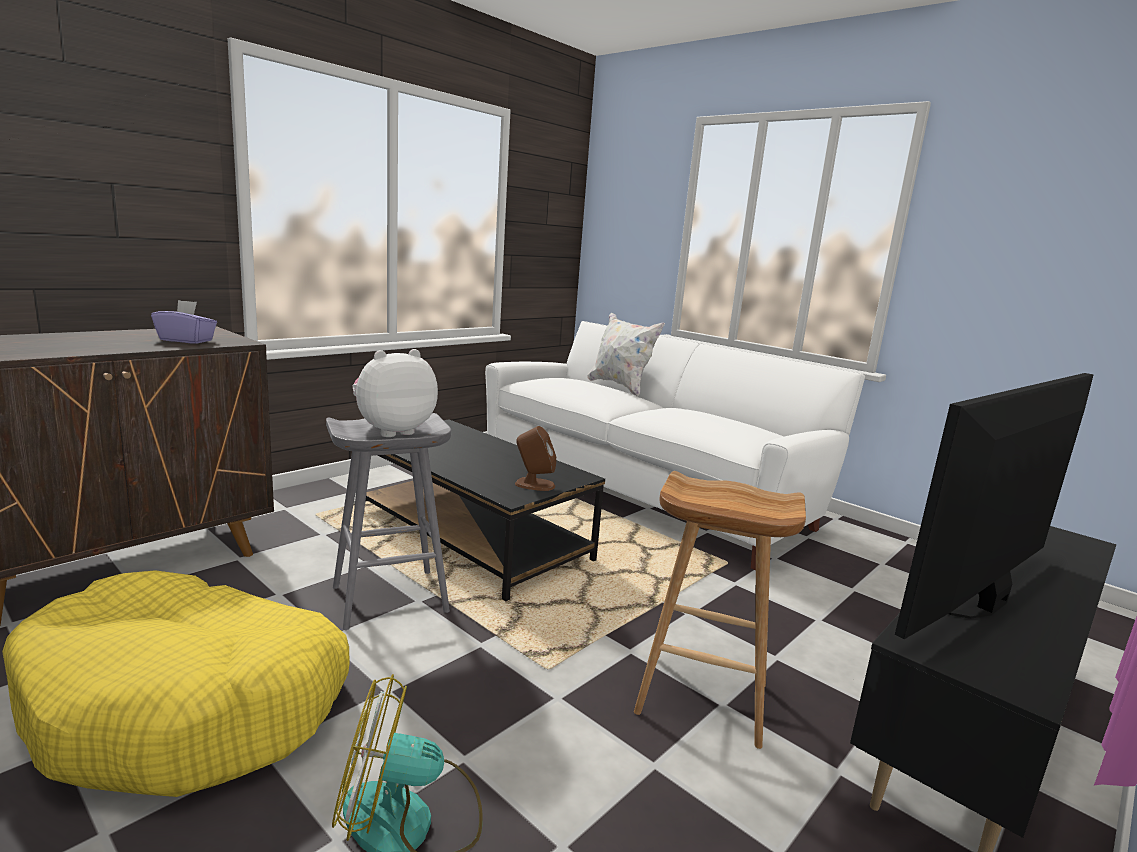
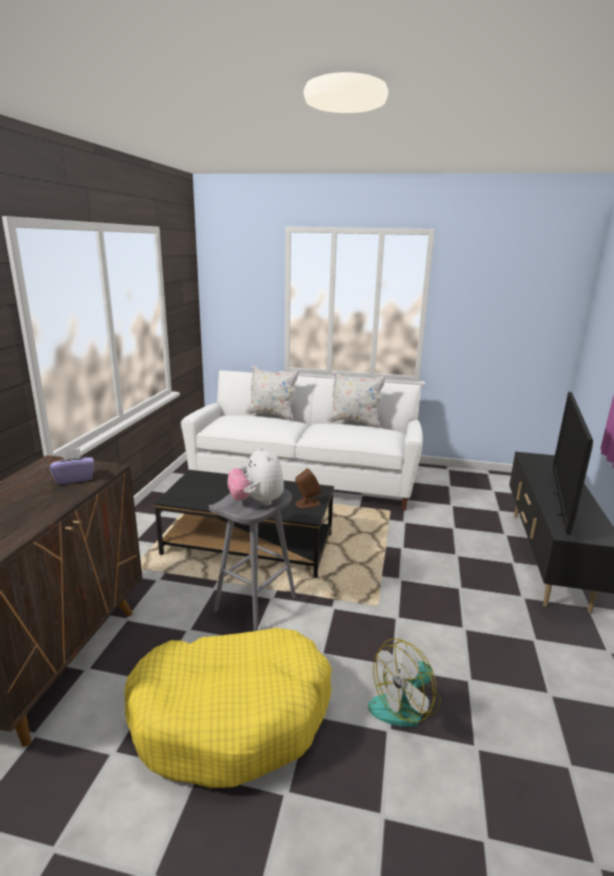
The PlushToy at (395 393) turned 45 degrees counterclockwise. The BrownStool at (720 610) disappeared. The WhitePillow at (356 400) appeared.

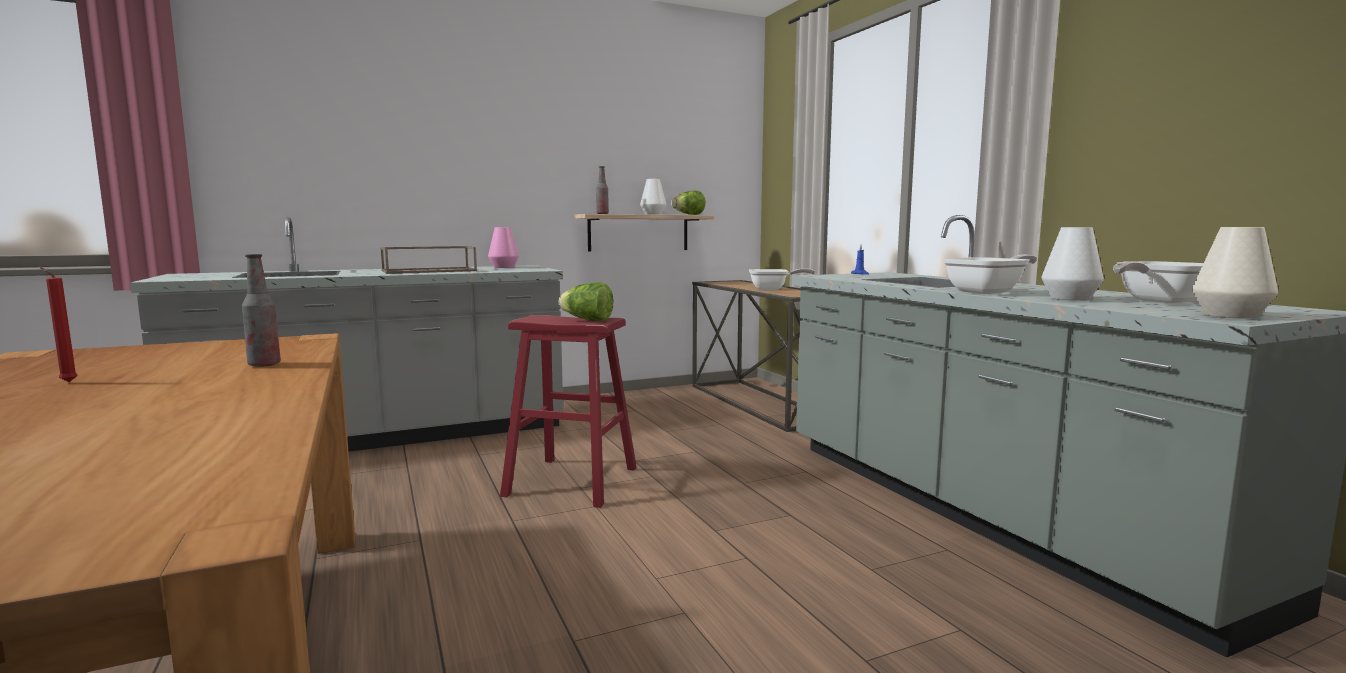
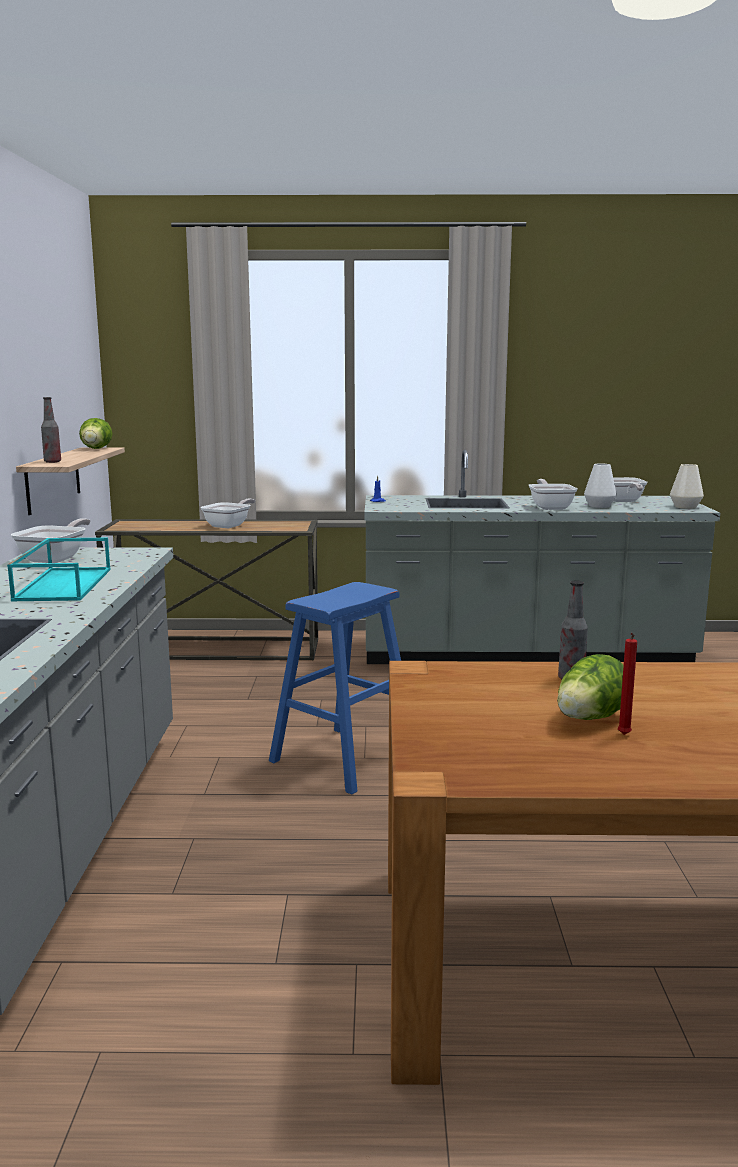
The BrownTray at (428 260) became the TurquoiseTray at (59 570). The PinkVase at (503 247) was replaced by the FryingPan at (51 540). The RedStool at (568 411) became the BlueStool at (335 688). The Lettuce moved from (586 301) to (590 687). The WhiteVase at (653 197) disappeared.

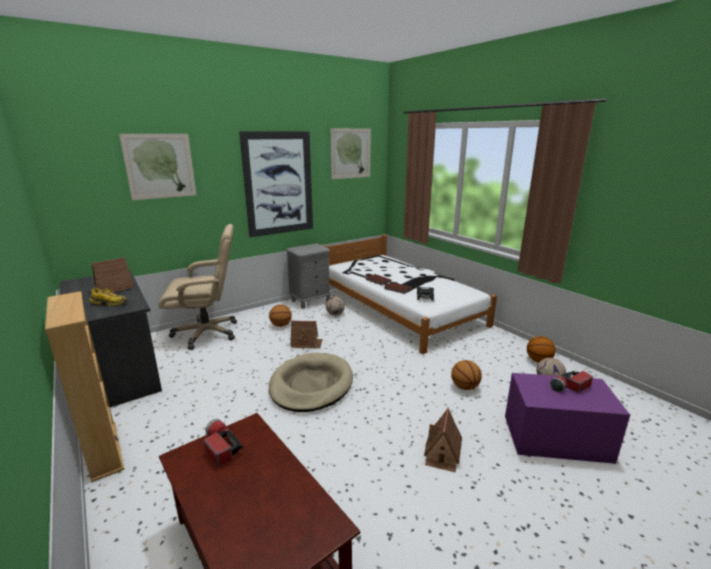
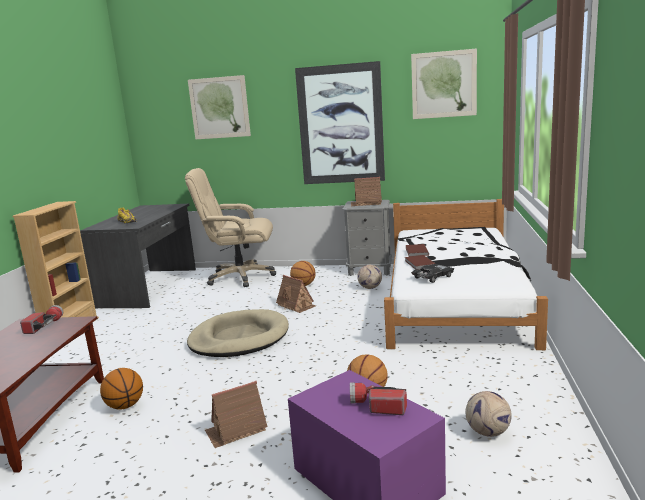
The ToyHouse moved from (112 274) to (366 191). The BeigeOfficeChair at (197 287) turned 150 degrees clockwise. The Basketball moved from (541 349) to (121 388).

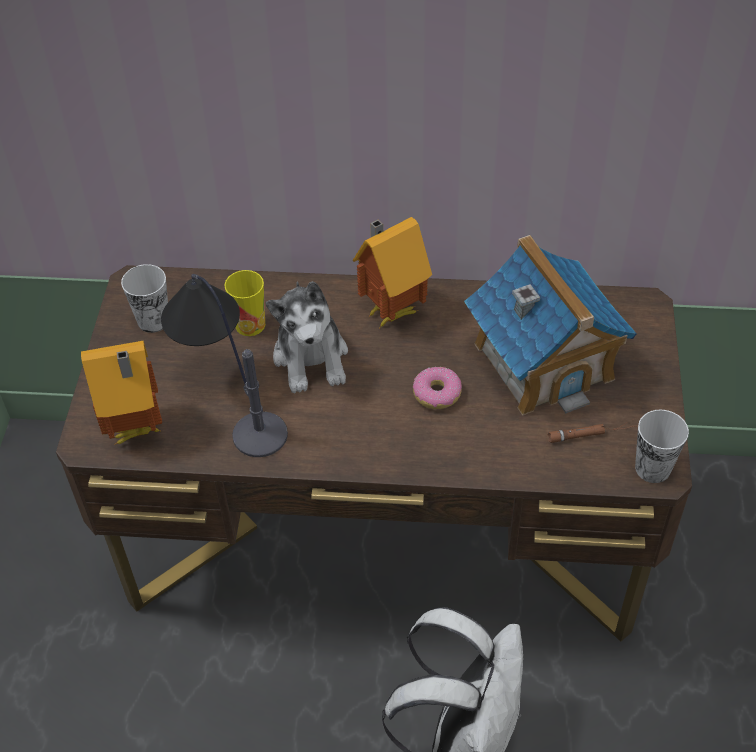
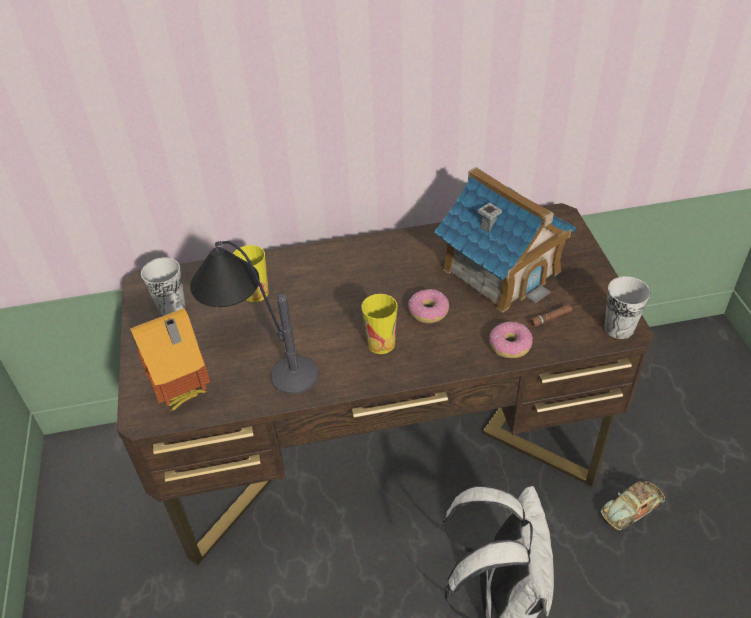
The PlushToy at (307 337) disappeared. The ToyHouse at (392 272) disappeared. The Cup at (380 324) appeared. The Donut at (511 340) appeared. The ToyCar at (633 505) appeared.

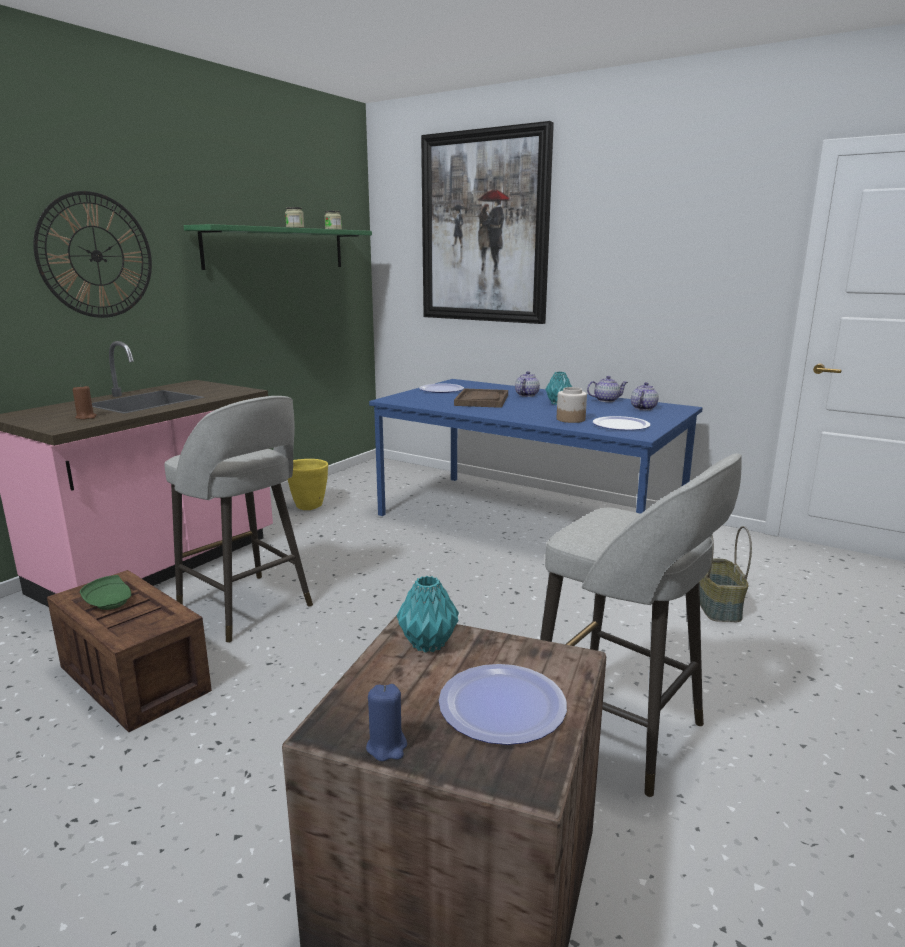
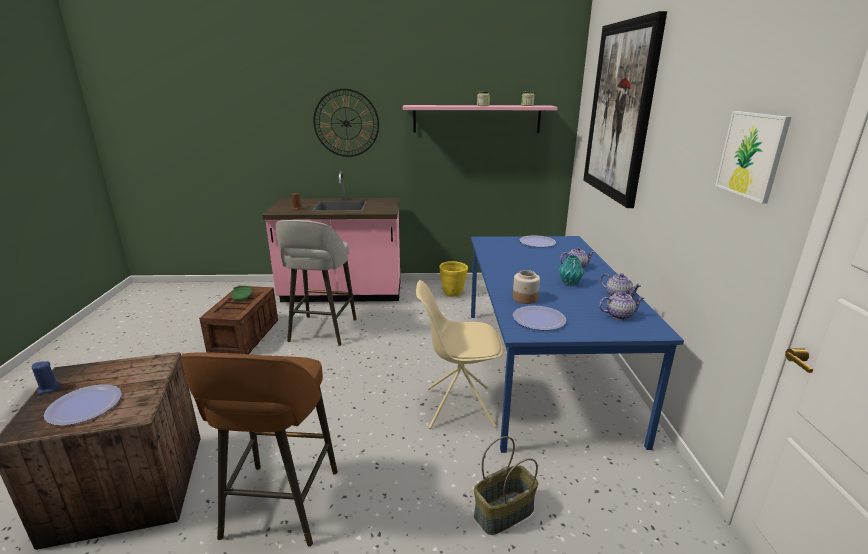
The GreenShelf at (278 247) became the PinkShelf at (480 119). The TurquoiseVase at (427 614) disappeared. The BrownTray at (481 398) disappeared. The GreyStool at (641 625) became the BrownStool at (259 449). The BeigeChair at (460 354) appeared. The Picture at (753 157) appeared.

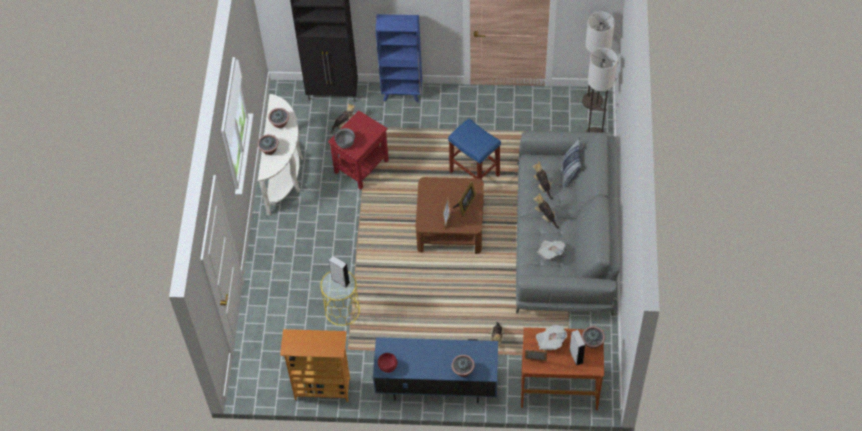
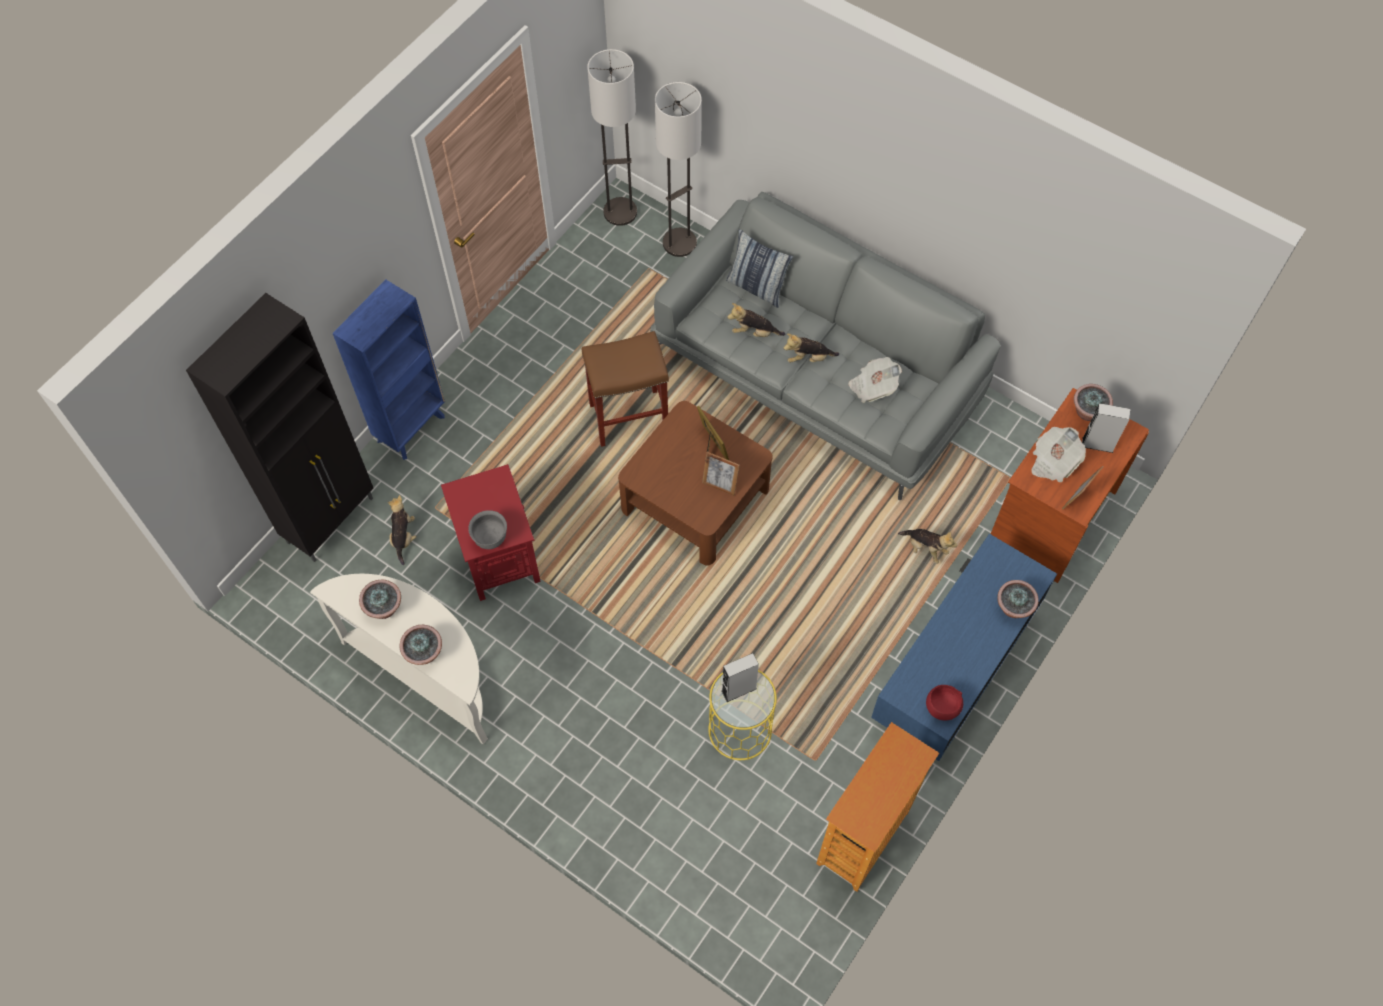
The BlueStool at (474 148) became the BrownStool at (625 389).

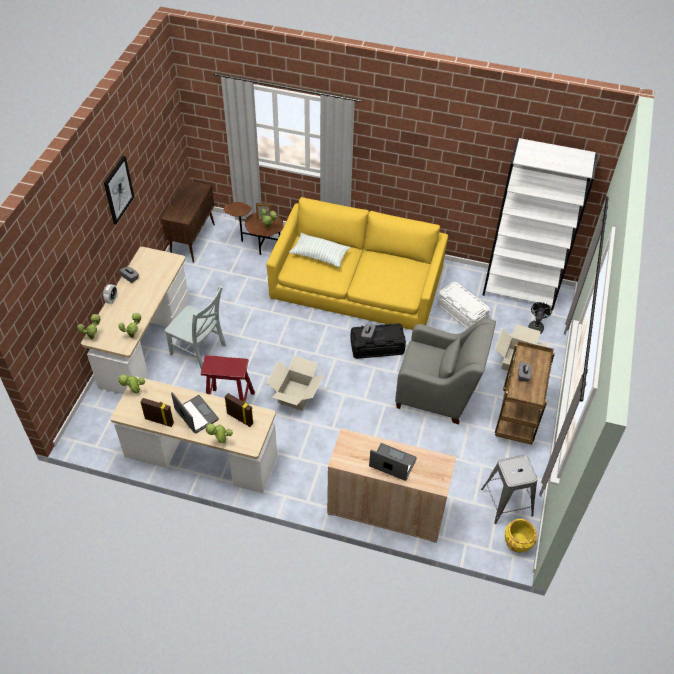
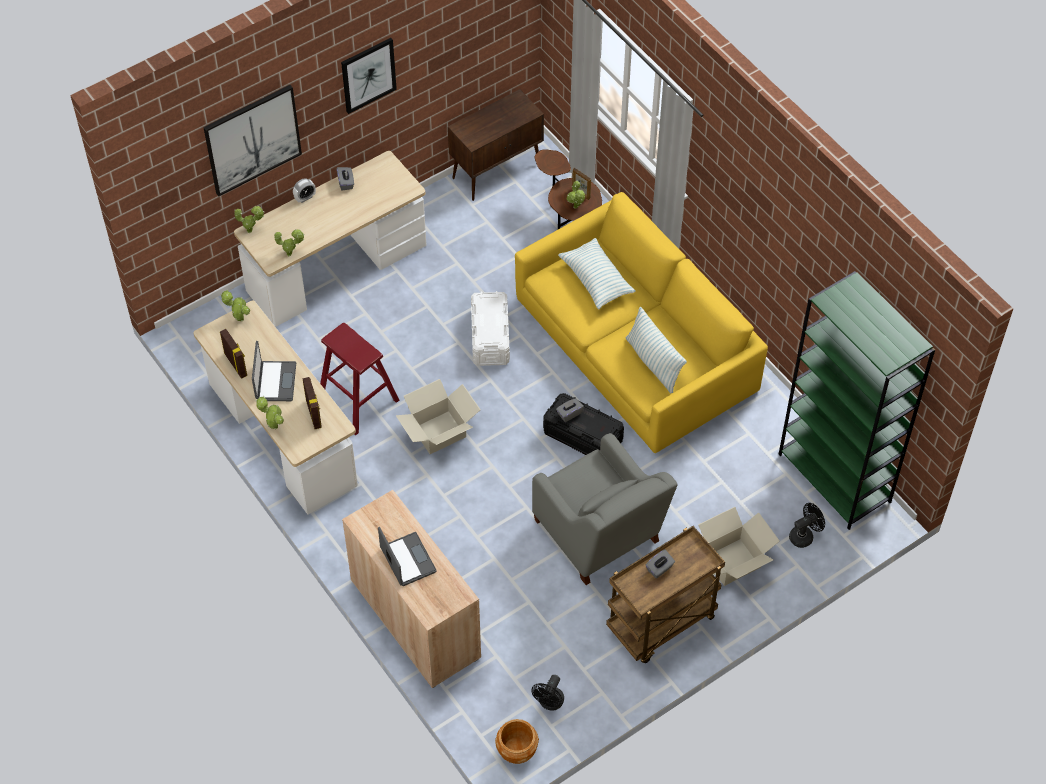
The GreyChair at (195 327) disappeared. The WhiteStorageBox moved from (464 305) to (490 328). The GreyStool at (509 489) was replaced by the BlackFan at (547 693). The WhiteBookcase at (540 224) became the GreenBookcase at (857 400). The YellowPlanter at (521 536) became the BrownPlanter at (517 741). The Picture at (252 140) appeared. The Pillow at (656 350) appeared.

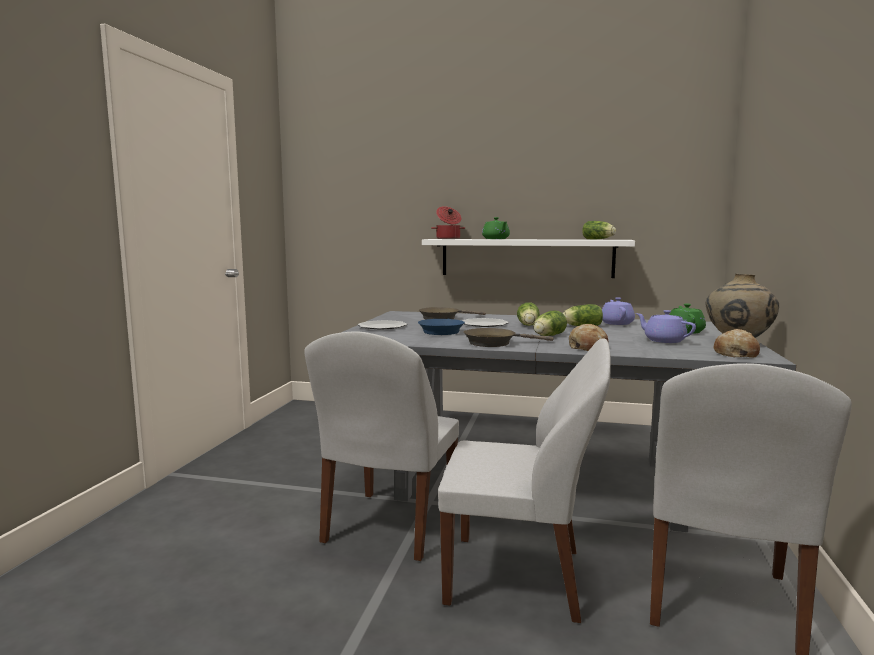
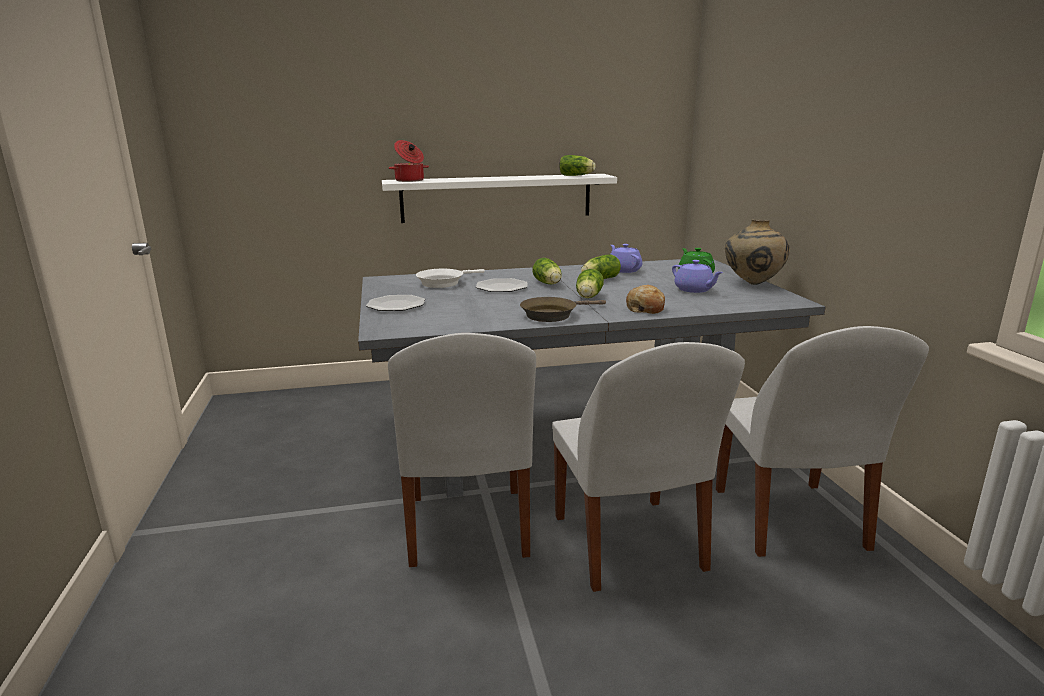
The BlueFryingPan at (441 327) disappeared. The BrownFryingPan at (452 313) became the WhiteFryingPan at (450 278). The WhiteChair at (524 480) turned 90 degrees clockwise. The GreenTeapot at (496 228) disappeared. The PurpleTeapot at (666 326) turned 150 degrees counterclockwise. The Bread at (736 343) disappeared.

